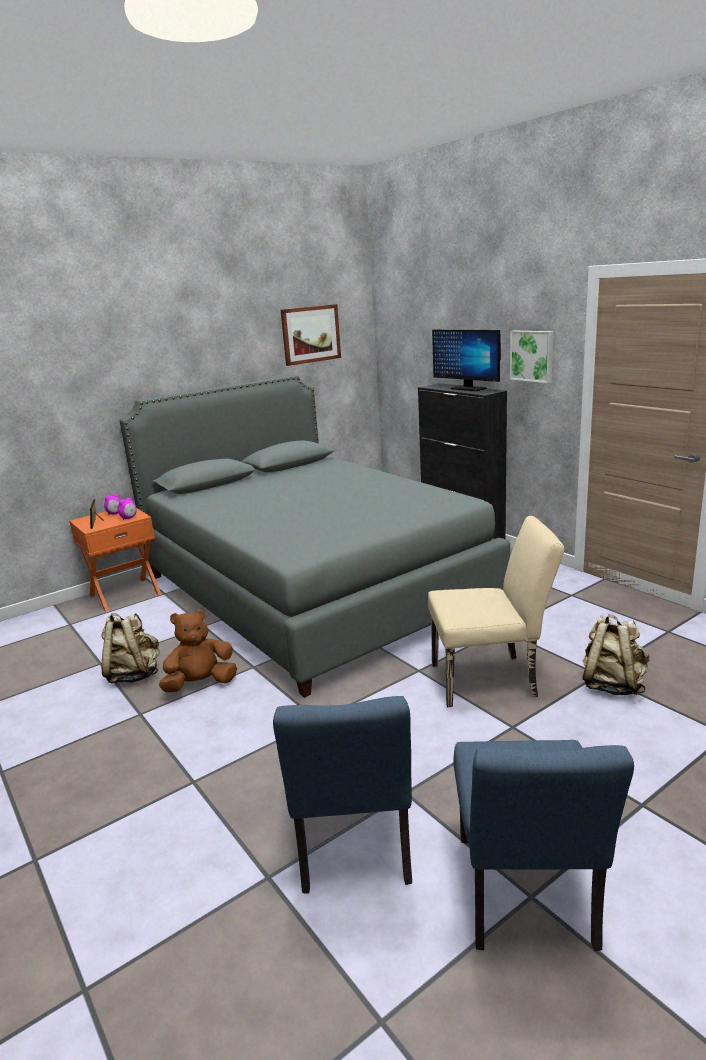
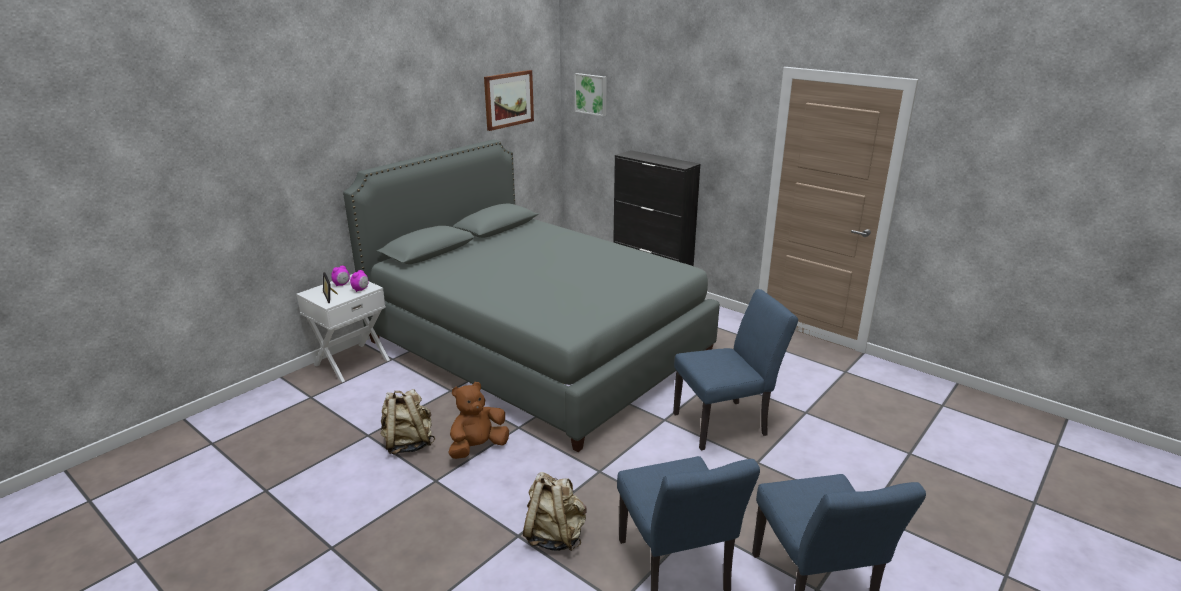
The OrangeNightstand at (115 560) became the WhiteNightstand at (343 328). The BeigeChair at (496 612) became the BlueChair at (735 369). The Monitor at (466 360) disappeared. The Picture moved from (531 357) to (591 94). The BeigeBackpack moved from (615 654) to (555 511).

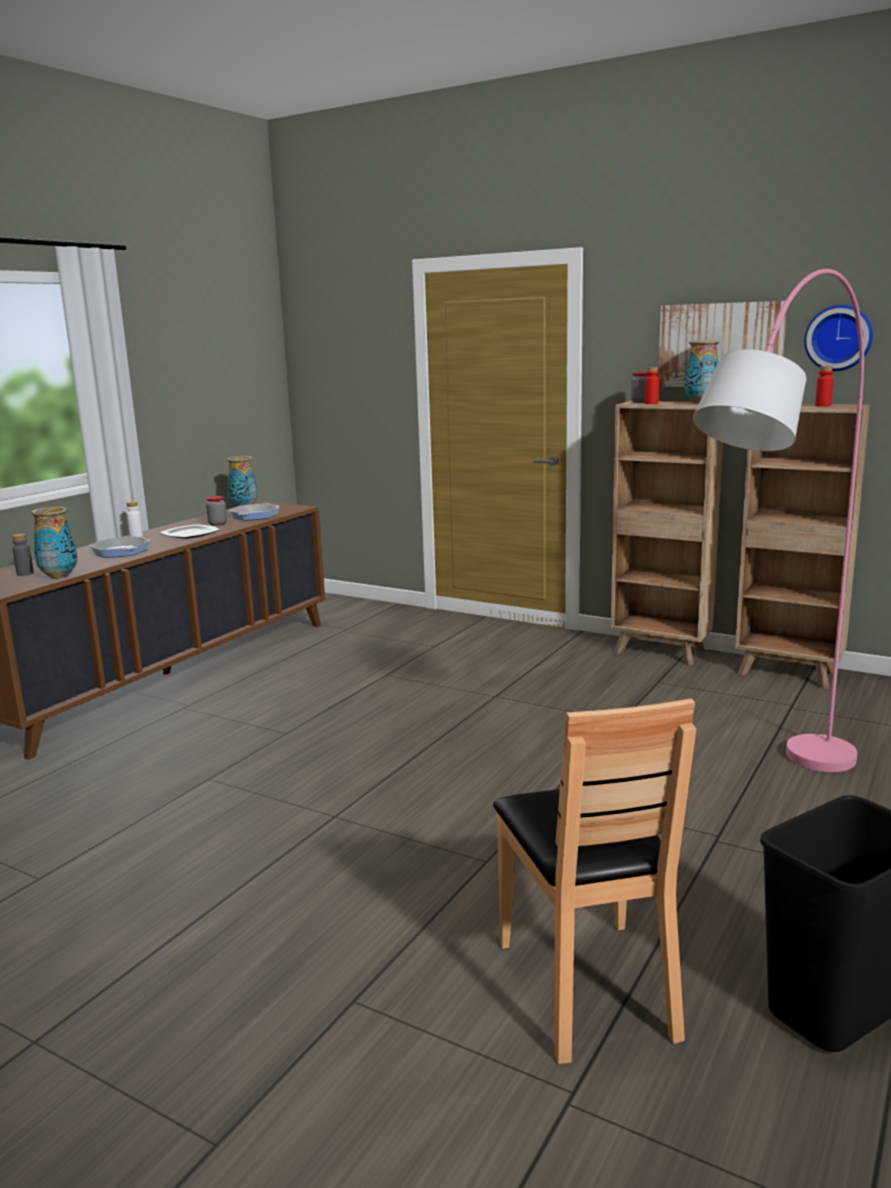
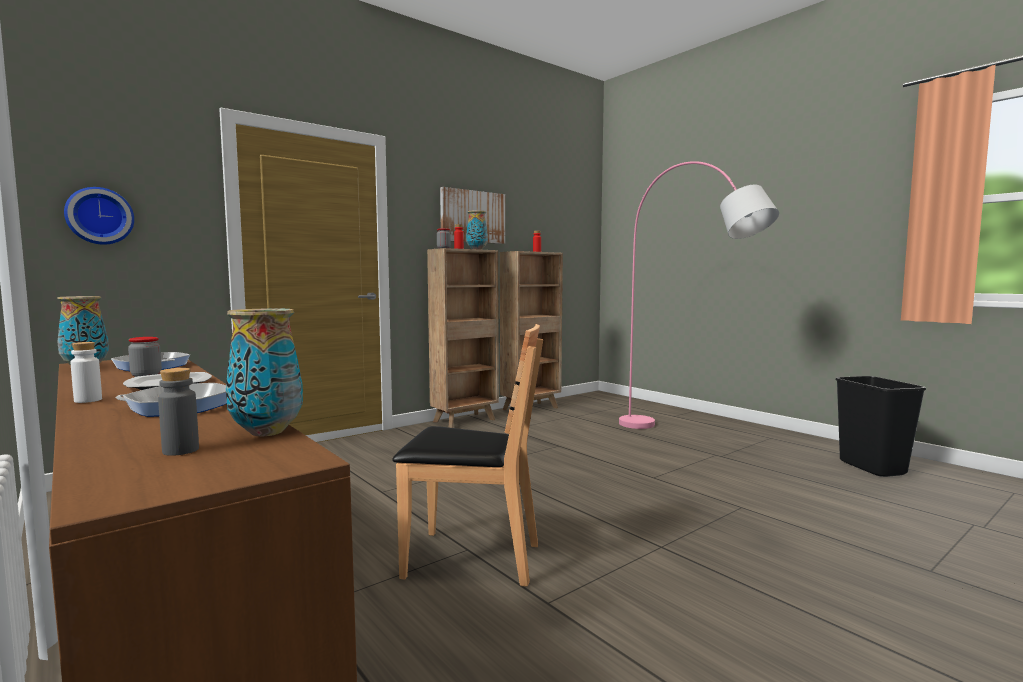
The BrownChair moved from (594 881) to (468 455). The WallClock moved from (838 338) to (99 216).

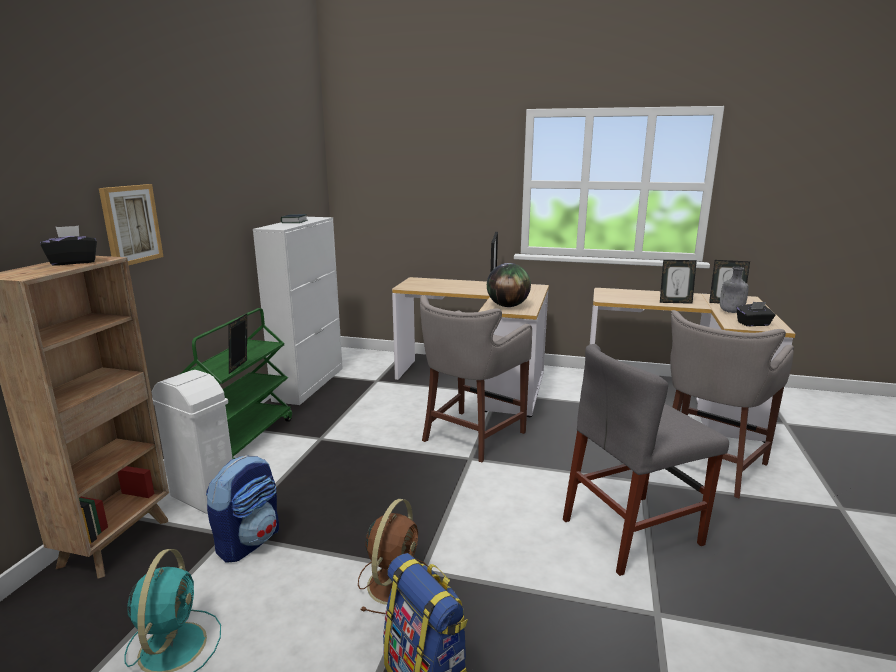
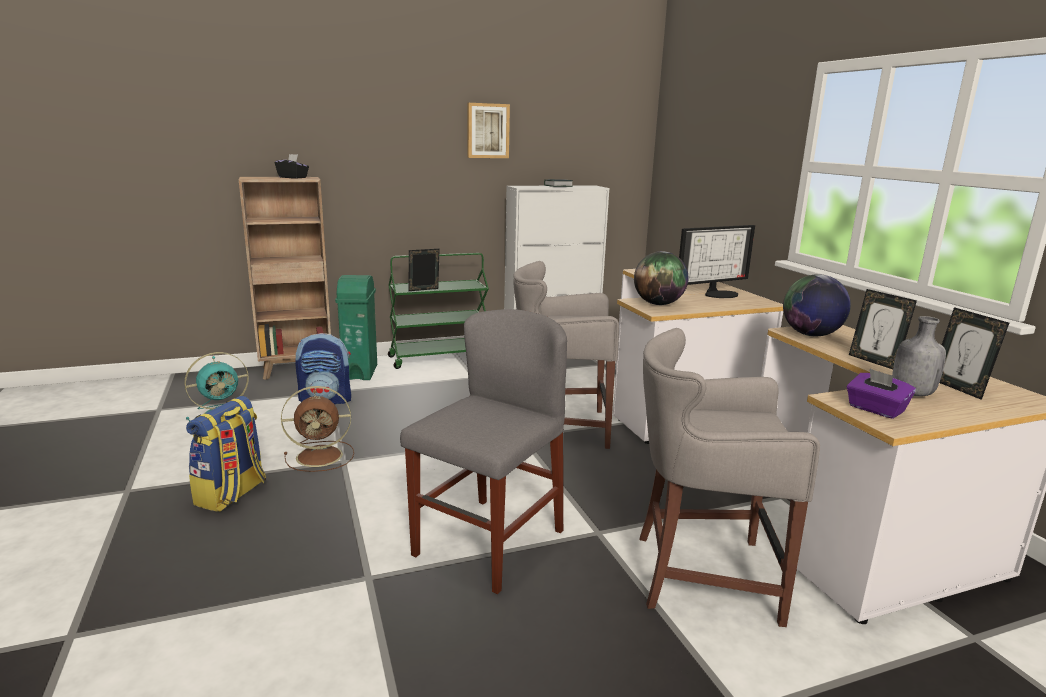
The Picture moved from (131 224) to (489 130). The WhiteTrashCan at (192 442) became the GreenTrashCan at (356 327). The GreyChair at (646 460) turned 90 degrees clockwise. The BlackTissueBox at (756 314) became the PurpleTissueBox at (881 394). The Globe at (817 305) appeared.

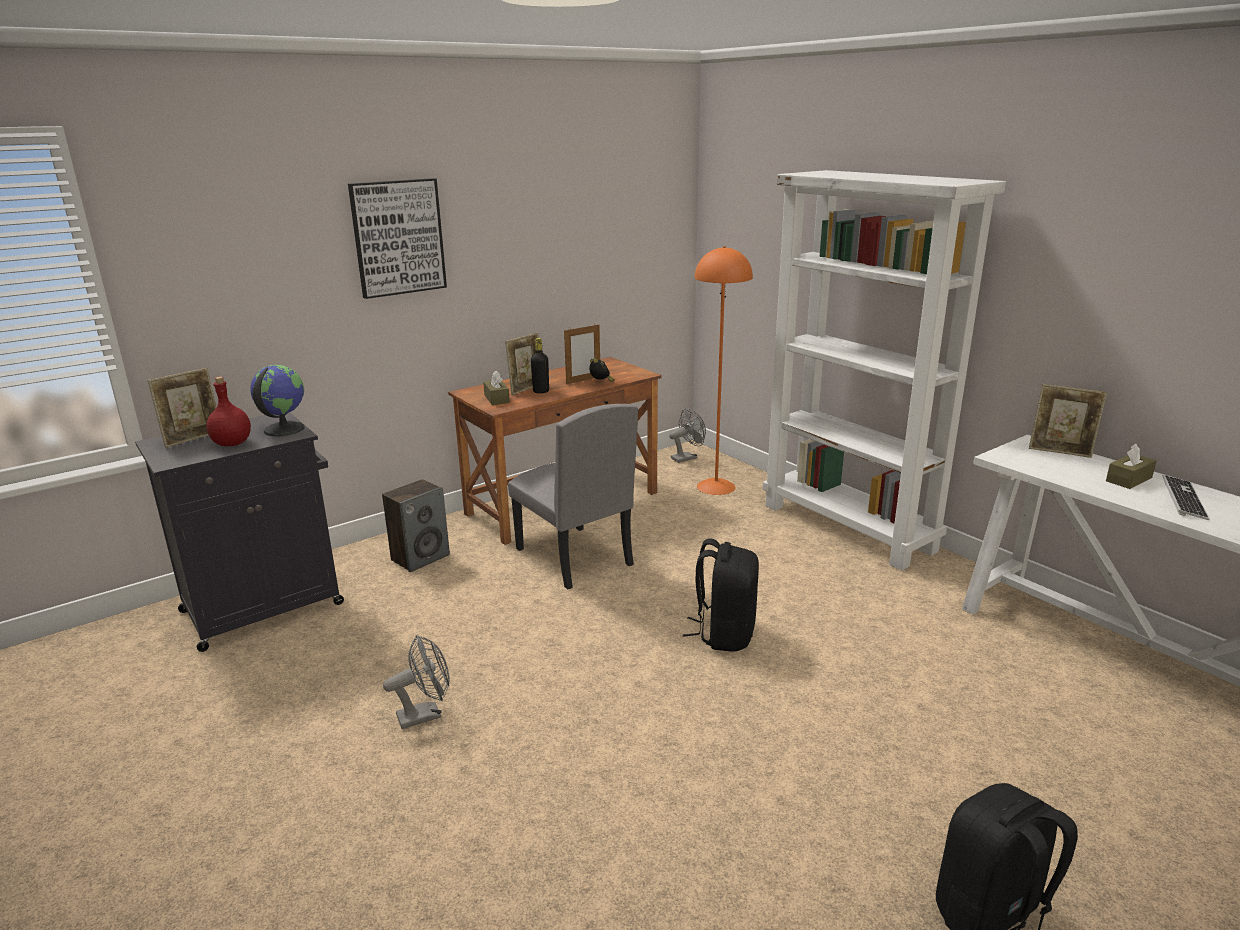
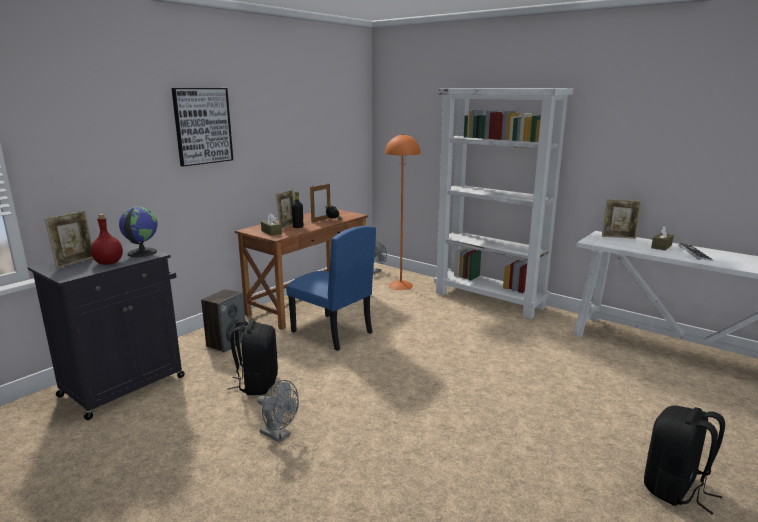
The GreyFan at (416 682) turned 75 degrees clockwise. The GreyChair at (573 496) became the BlueChair at (331 288). The BlackBackpack moved from (721 595) to (252 357).

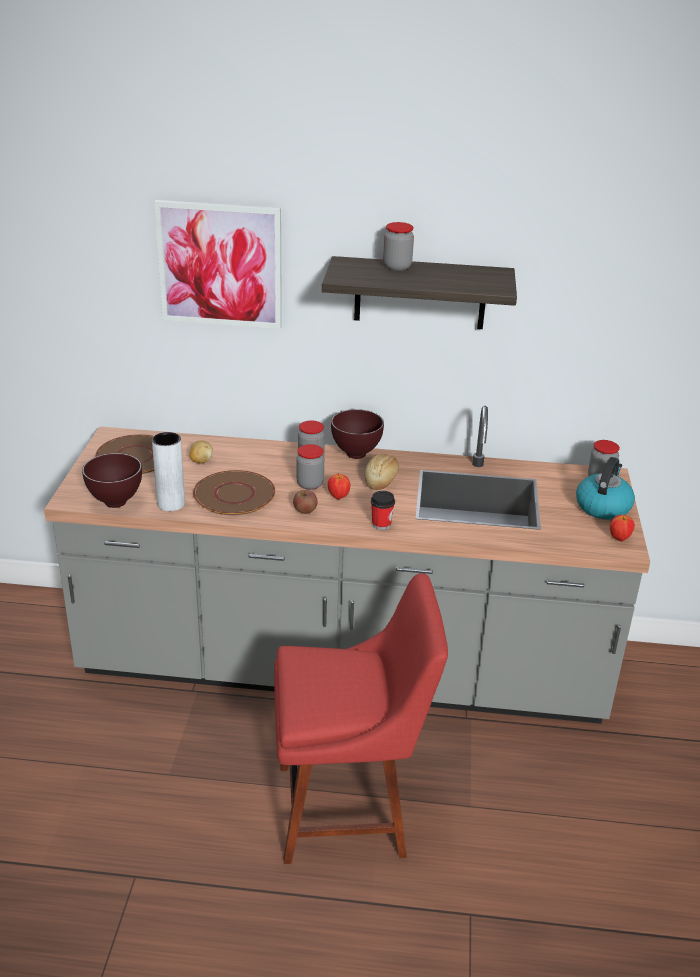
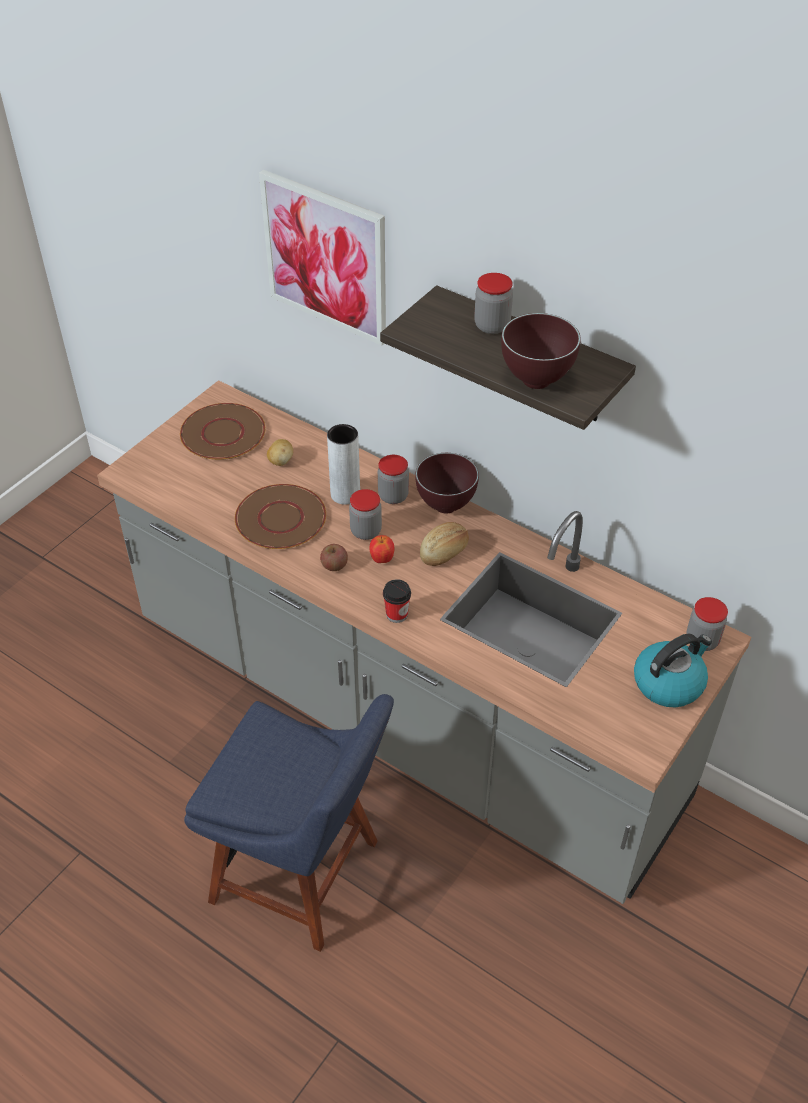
The BrownBowl moved from (112 480) to (541 351). The GreyVase moved from (168 471) to (343 464). The RedChair at (361 718) became the BlueChair at (289 823). The Apple at (622 528) disappeared.

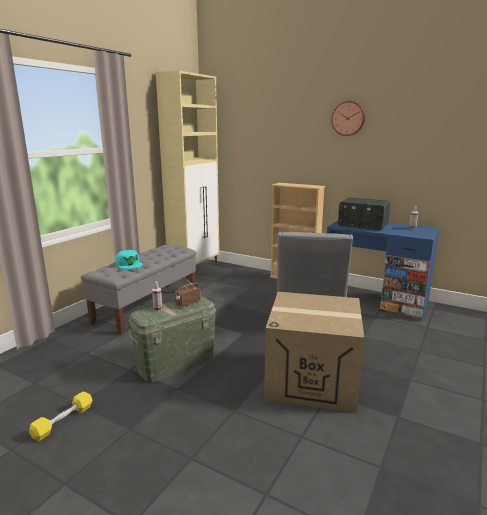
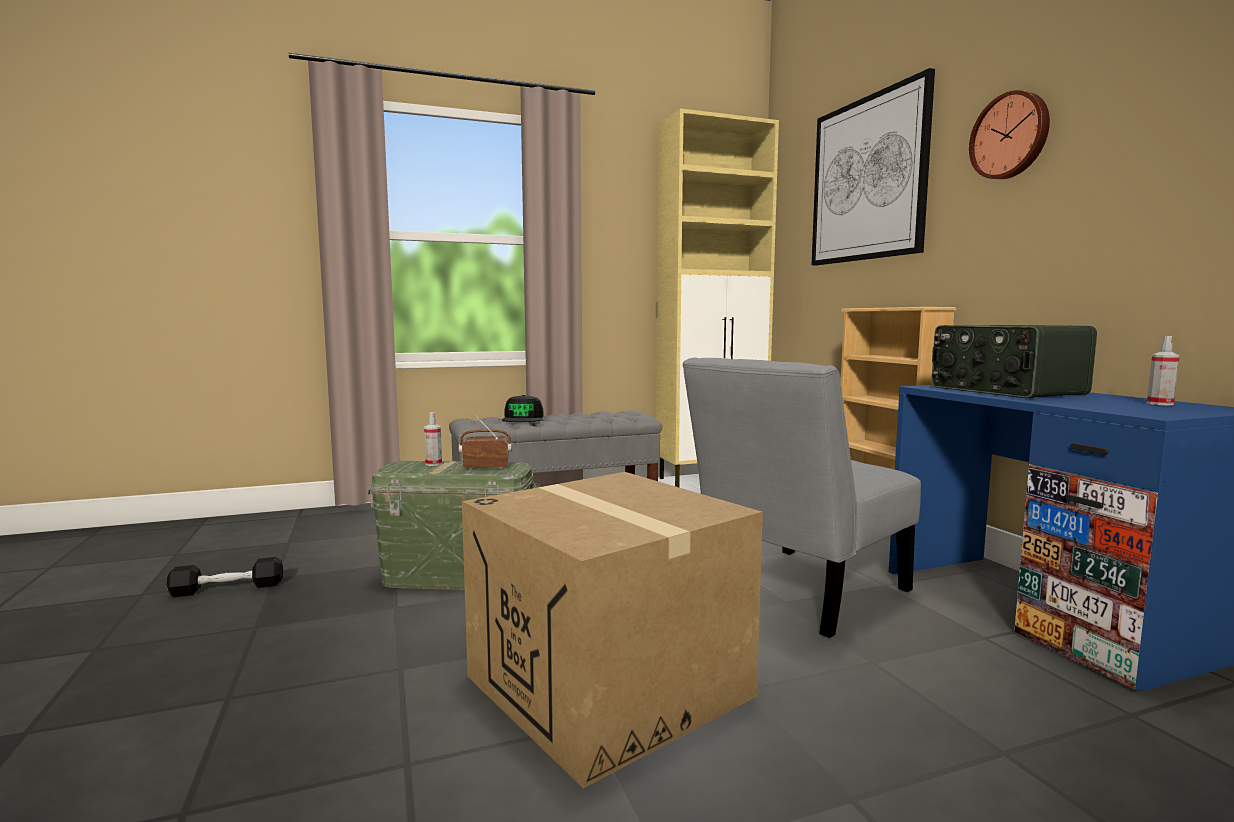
The YellowDumbbell at (60 416) became the BlackDumbbell at (225 577). The TurquoiseCap at (129 259) became the BlackCap at (522 408). The Picture at (873 166) appeared.

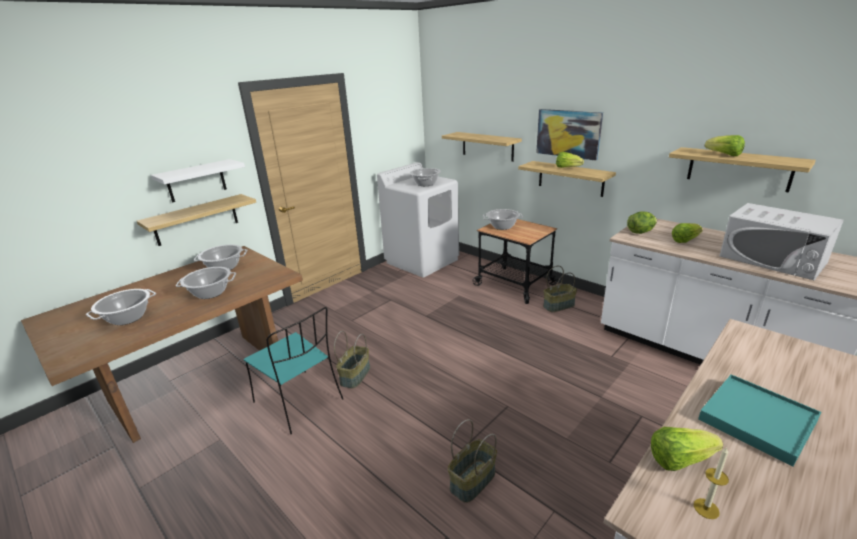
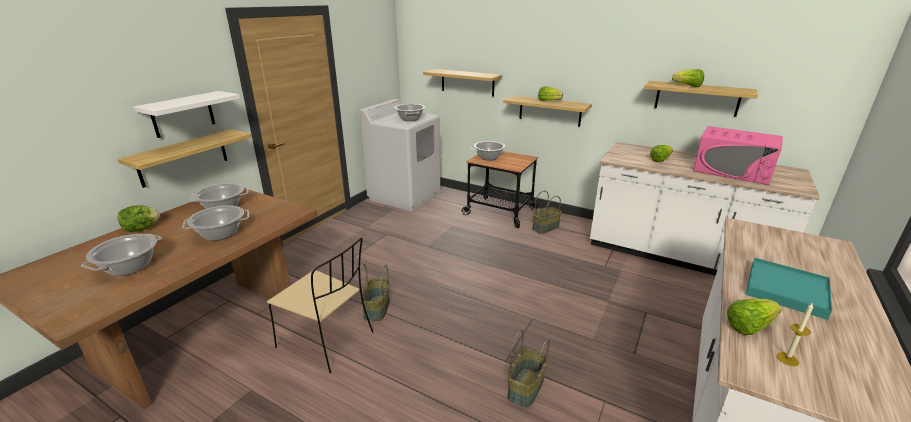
The TurquoiseChair at (293 370) became the BeigeChair at (320 305). The Picture at (569 135) disappeared. The Lettuce moved from (642 223) to (139 218). The WhiteMicrowave at (782 241) became the PinkMicrowave at (738 155).

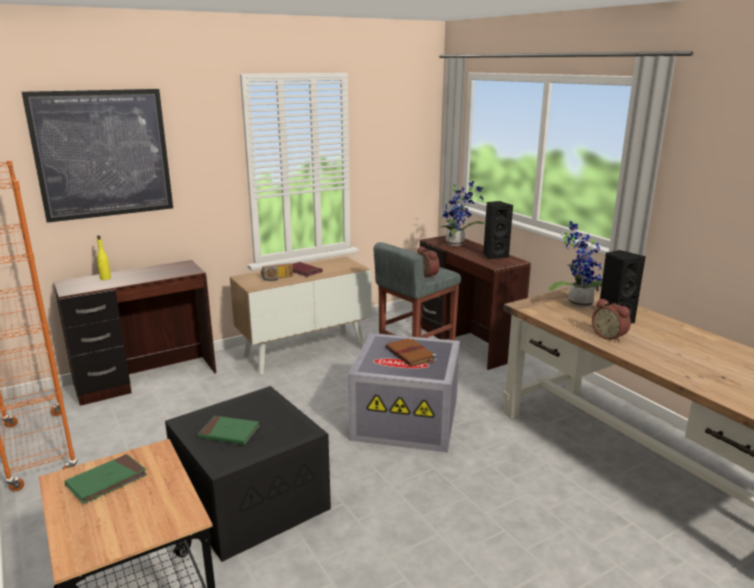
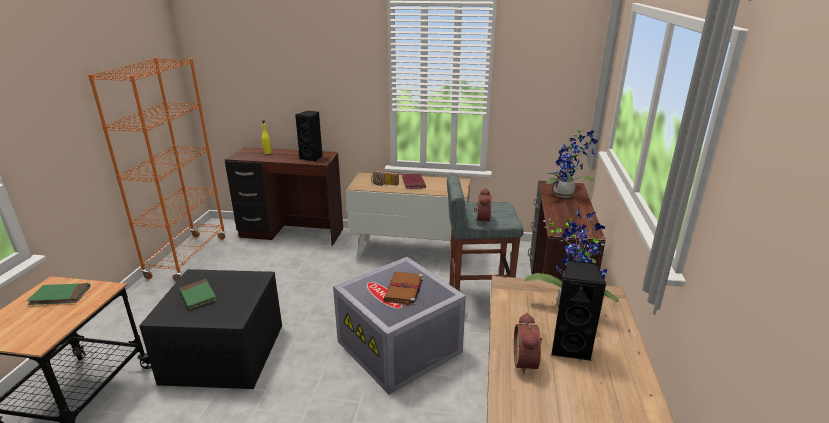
The Picture at (97 156) disappeared. The BlackSpeaker moved from (498 230) to (309 136).

